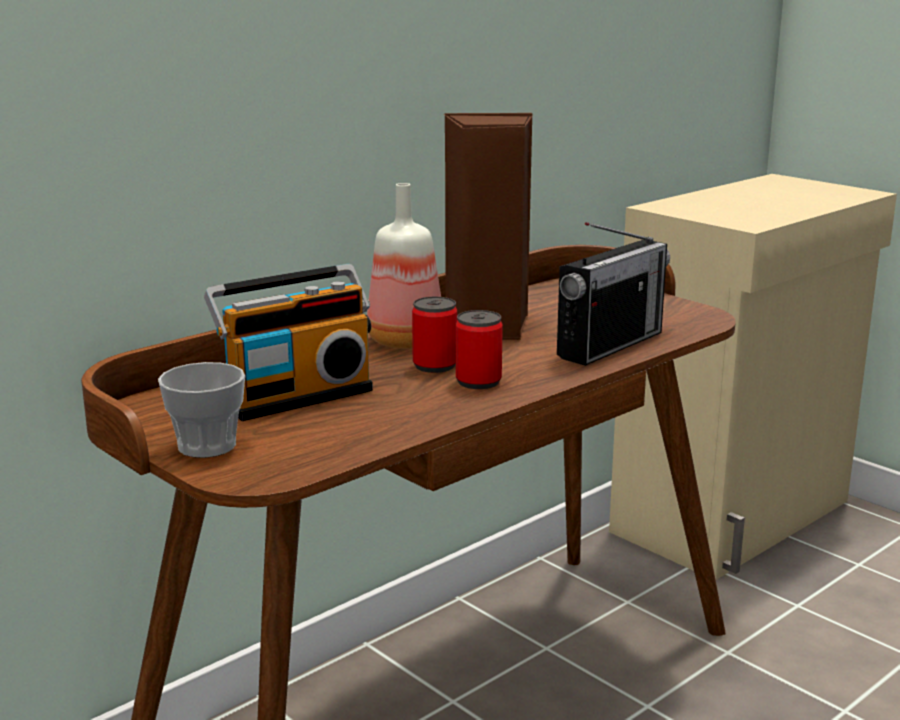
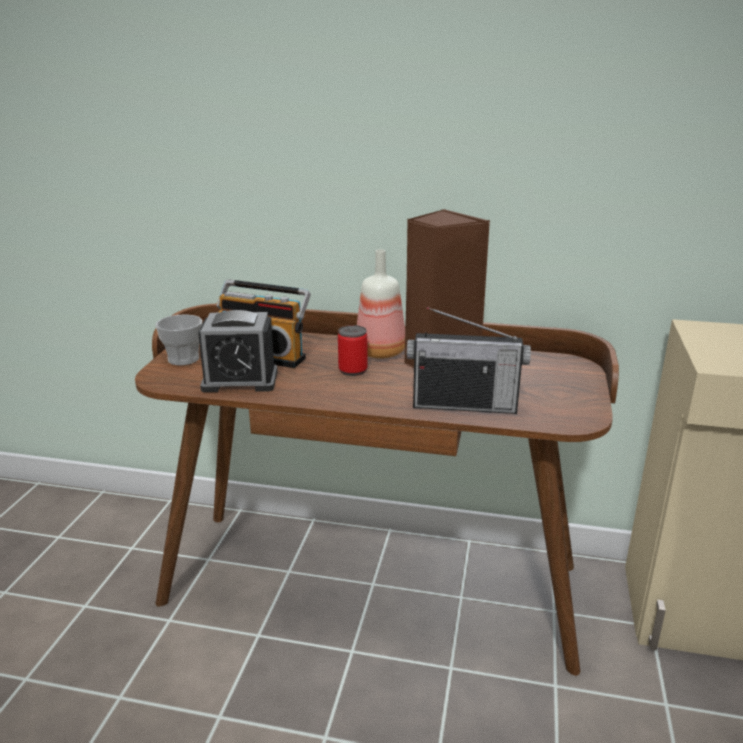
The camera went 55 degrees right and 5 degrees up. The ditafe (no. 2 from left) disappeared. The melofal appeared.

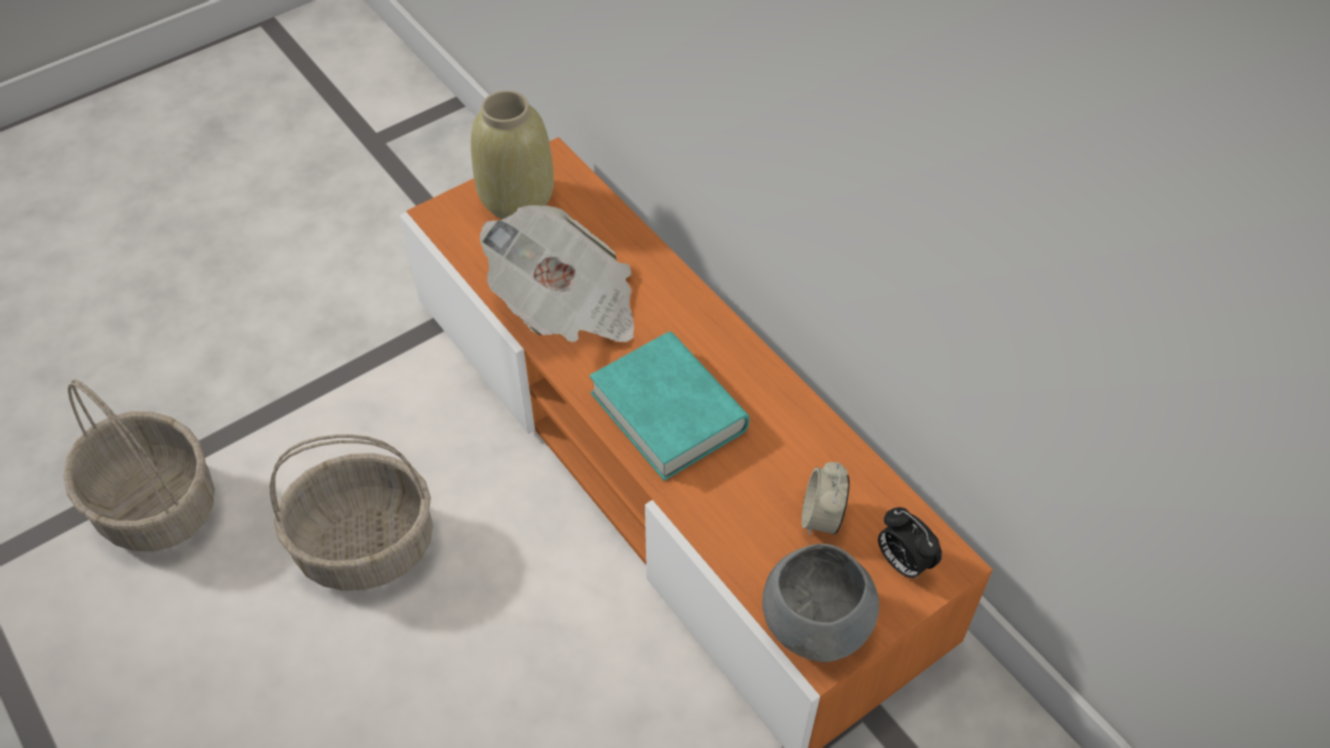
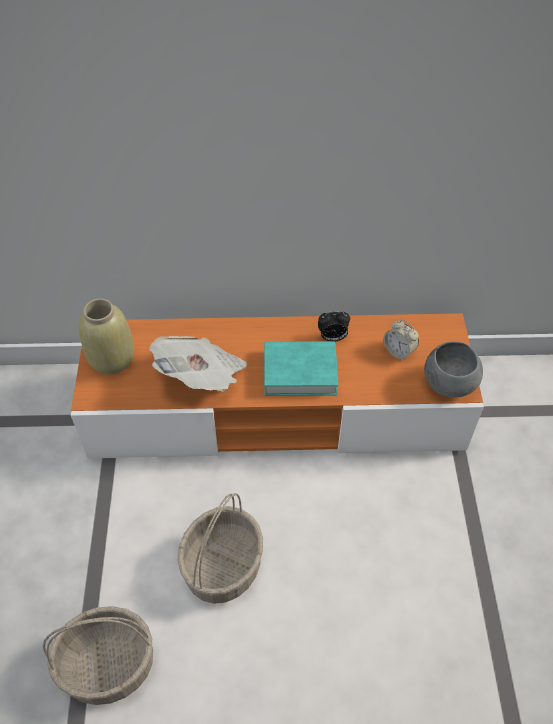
The camera went 55 degrees left and 0 degrees up. The melofal (no. 2 from left in the first image) moved.

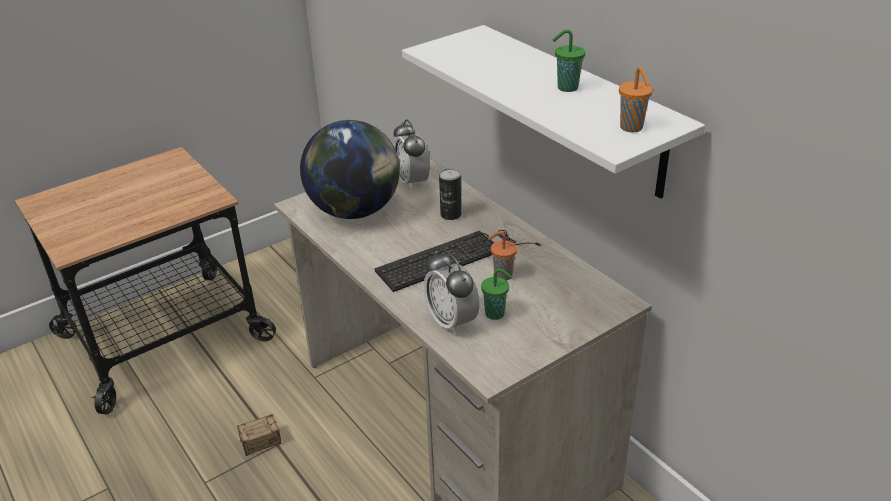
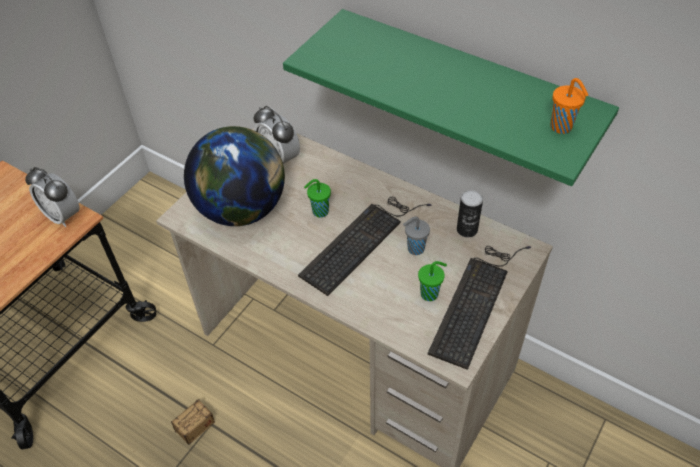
The camera went 20 degrees left and 15 degrees up. The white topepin became the green topepin. The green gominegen (no. 2 from left in the first image) moved. The ditafe moved. The orange gominegen (no. 1 from left) became the grey gominegen. The melofal (no. 2 from left in the first image) moved. The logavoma (no. 2 from left) appeared.

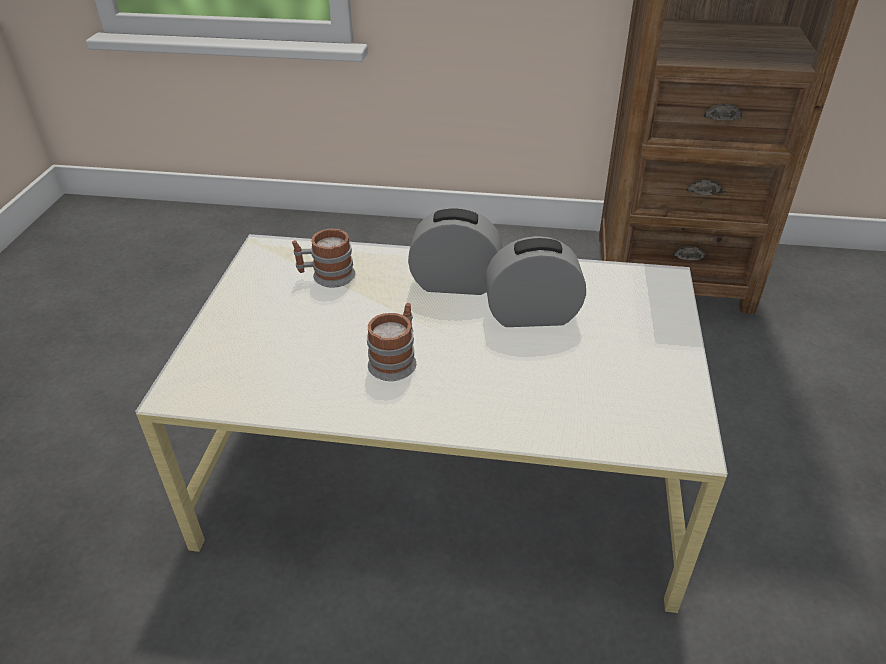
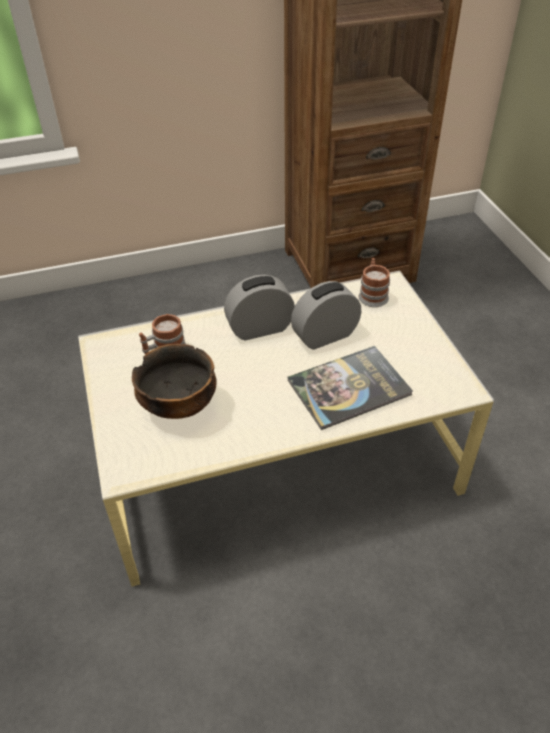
The camera went 25 degrees left and 5 degrees up. The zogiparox (no. 2 from left) moved. The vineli appeared. The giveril appeared.

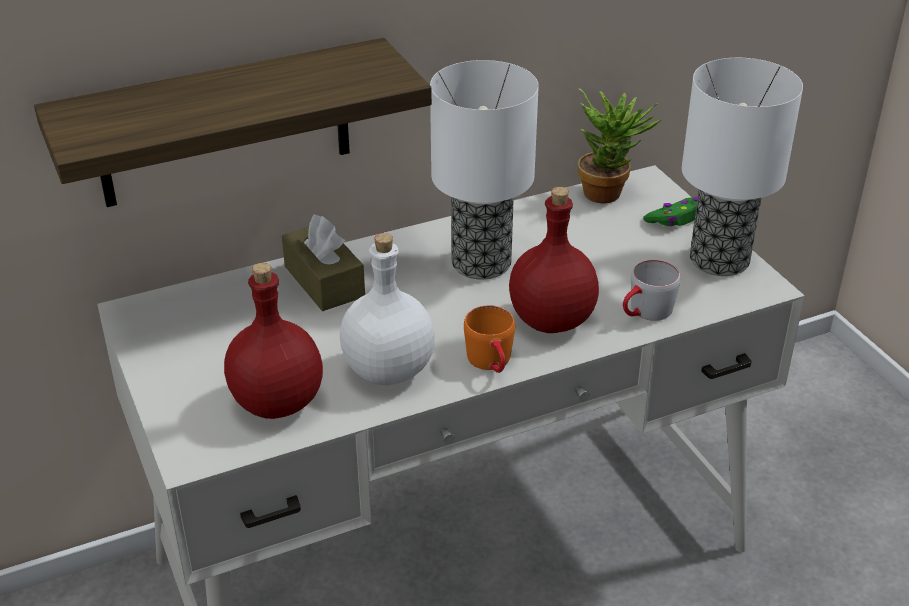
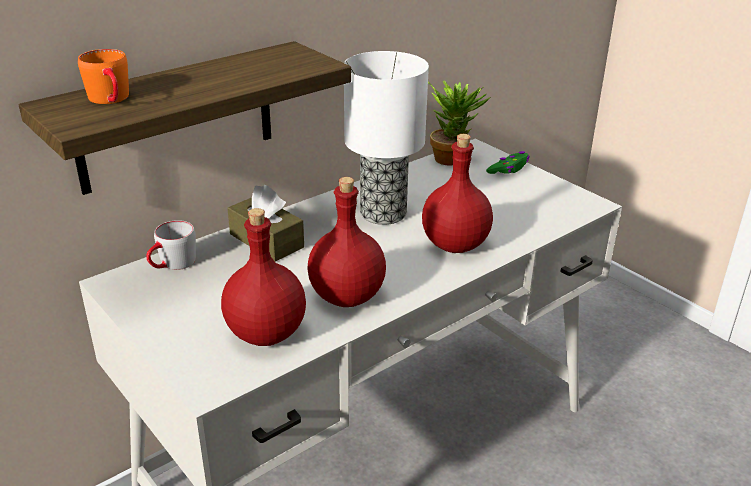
The camera went 15 degrees left and 5 degrees down. The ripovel (no. 2 from left) disappeared. The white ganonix became the red ganonix (no. 2 from left). The grey zogiparox moved. The orange zogiparox moved.

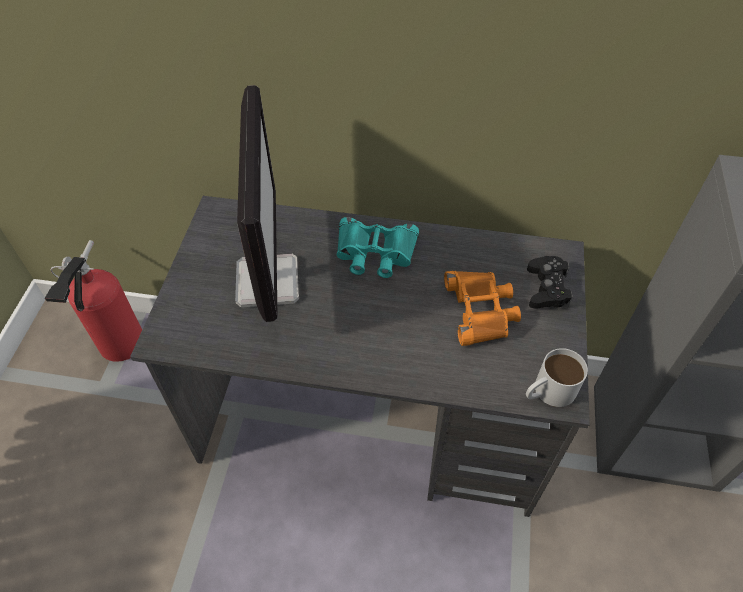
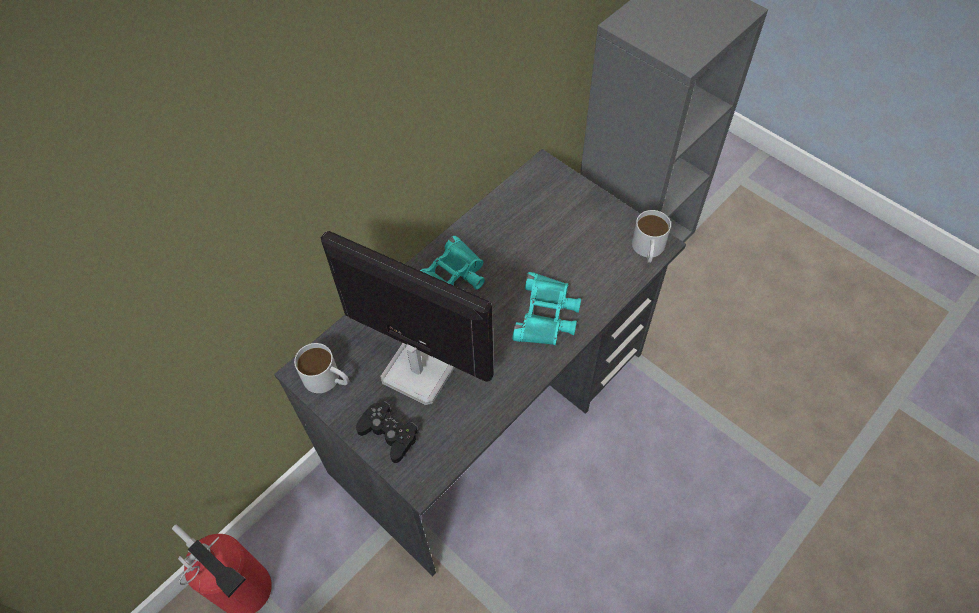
The camera went 55 degrees left and 5 degrees up. The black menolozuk moved. The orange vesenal disappeared. The turquoise vesenal (no. 2 from left) appeared. The white zogiparox (no. 1 from left) appeared.

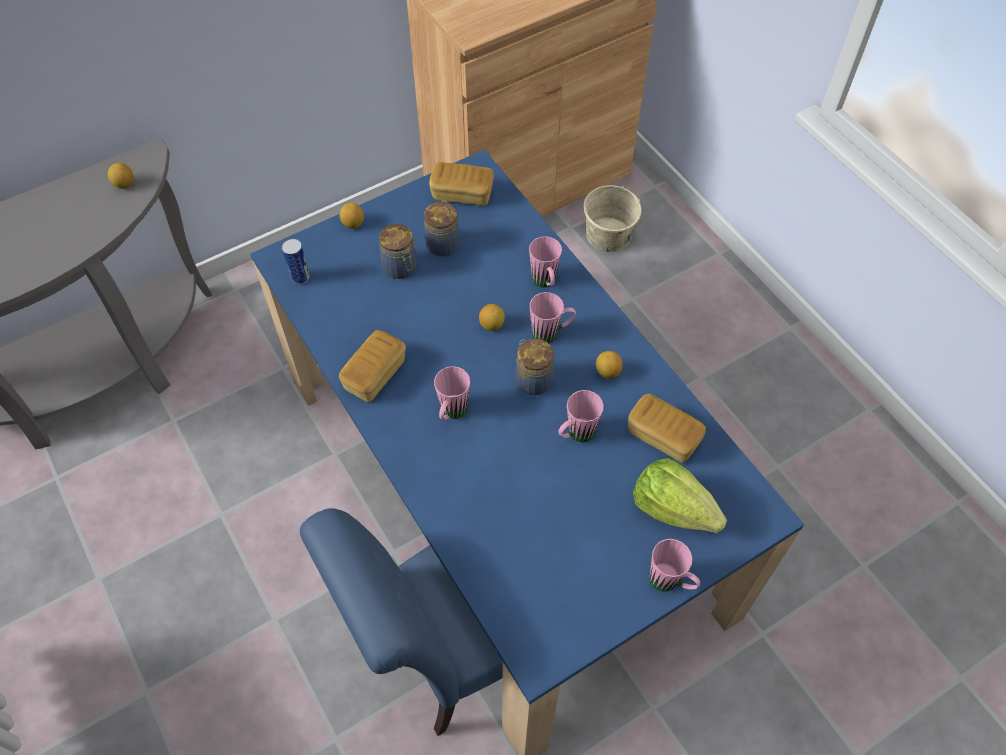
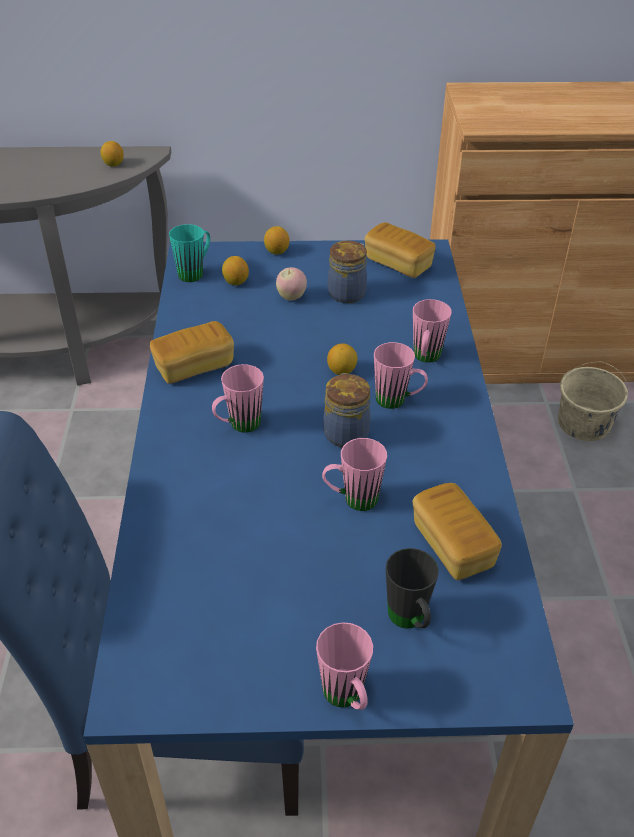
The camera went 30 degrees right and 15 degrees down. The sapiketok (no. 1 from left) was replaced by the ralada. The ditafe was replaced by the turquoise zogiparox. The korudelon (no. 4 from left in the first image) moved. The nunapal was replaced by the black zogiparox.

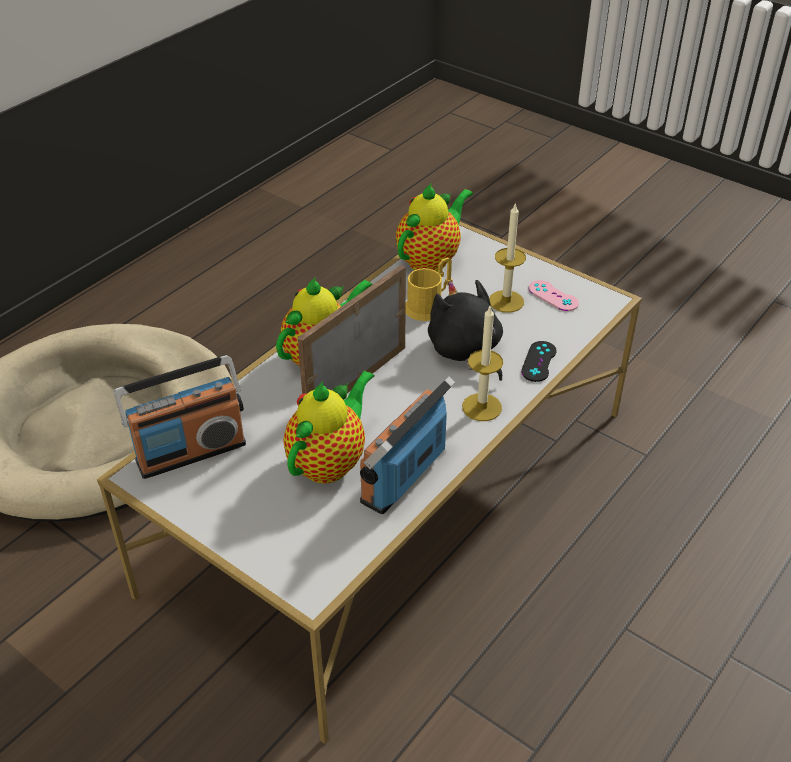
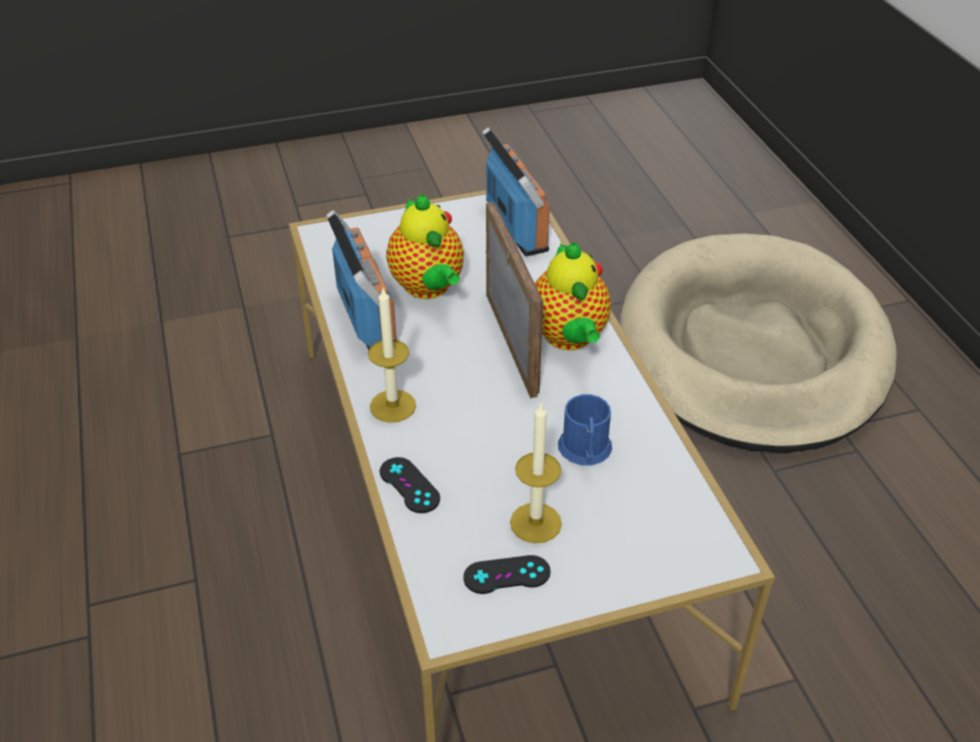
The camera went 125 degrees right and 0 degrees up. The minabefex (no. 3 from left) disappeared. The yellow zogiparox became the blue zogiparox. The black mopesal disappeared. The pink menolozuk became the black menolozuk (no. 2 from left). The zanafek (no. 1 from left in the first image) turned 150 degrees clockwise.

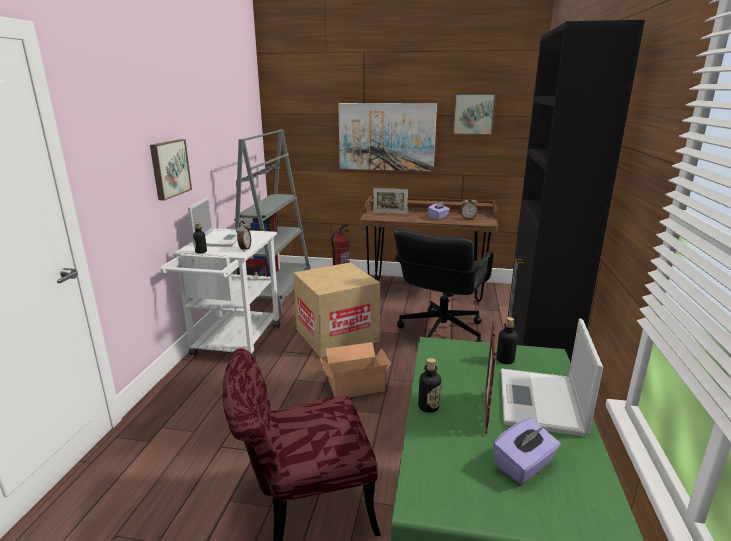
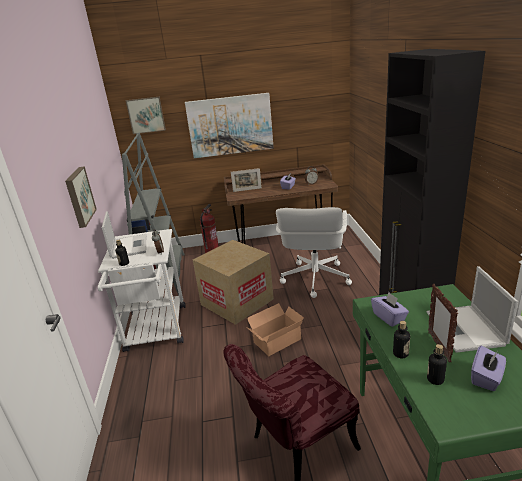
The camera went 15 degrees left and 5 degrees up. The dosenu (no. 3 from left in the first image) moved. The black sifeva became the white sifeva. The ganonix (no. 3 from left) moved. The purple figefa (no. 2 from left) appeared.

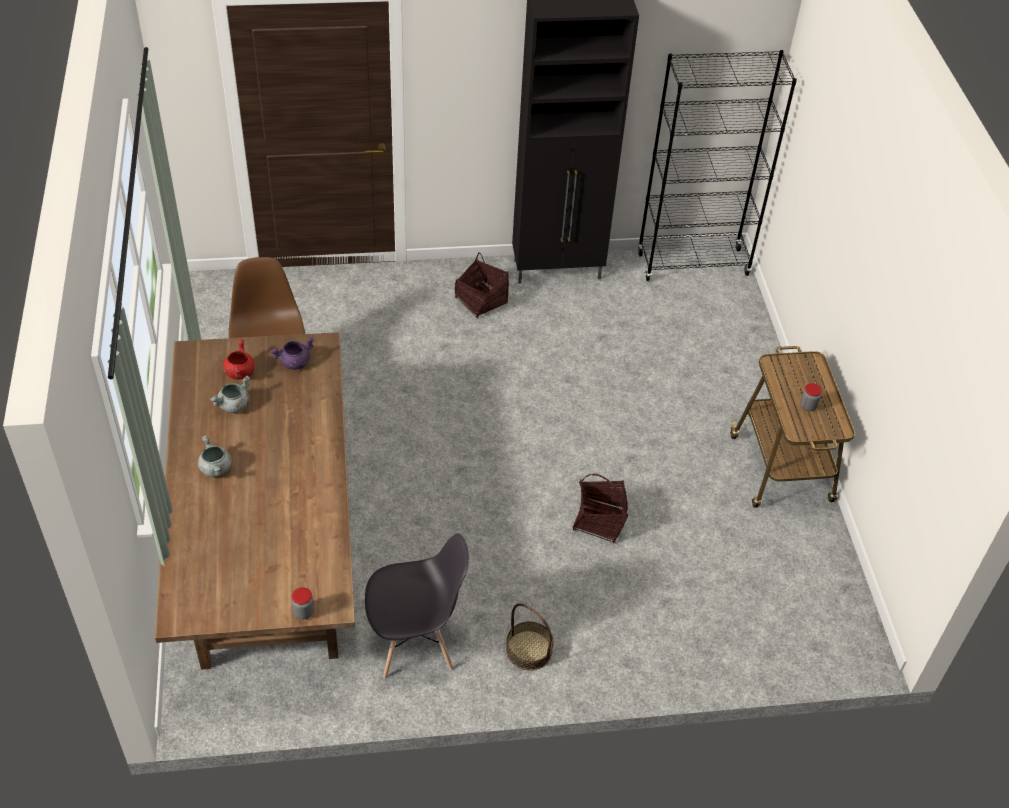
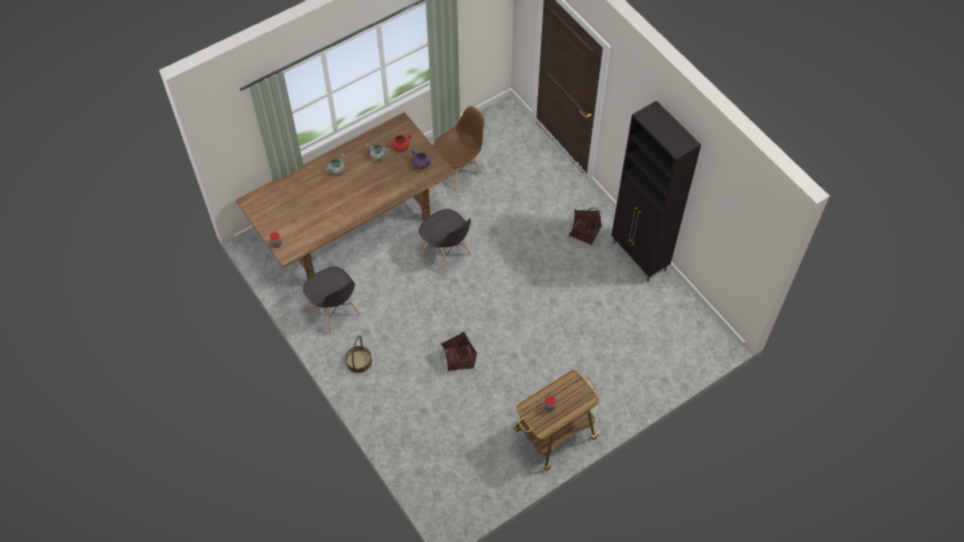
The camera went 65 degrees right and 10 degrees up. The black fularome disappeared. The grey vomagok (no. 2 from left) appeared.

